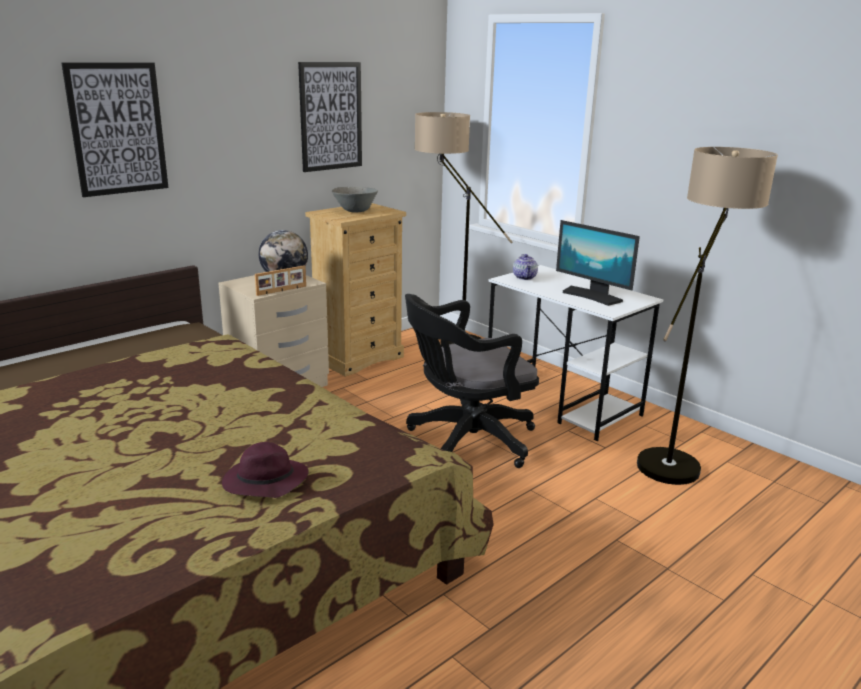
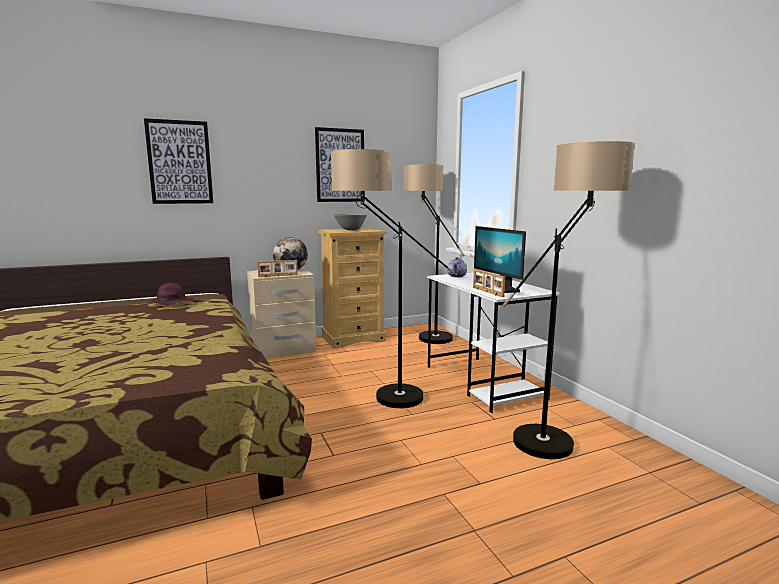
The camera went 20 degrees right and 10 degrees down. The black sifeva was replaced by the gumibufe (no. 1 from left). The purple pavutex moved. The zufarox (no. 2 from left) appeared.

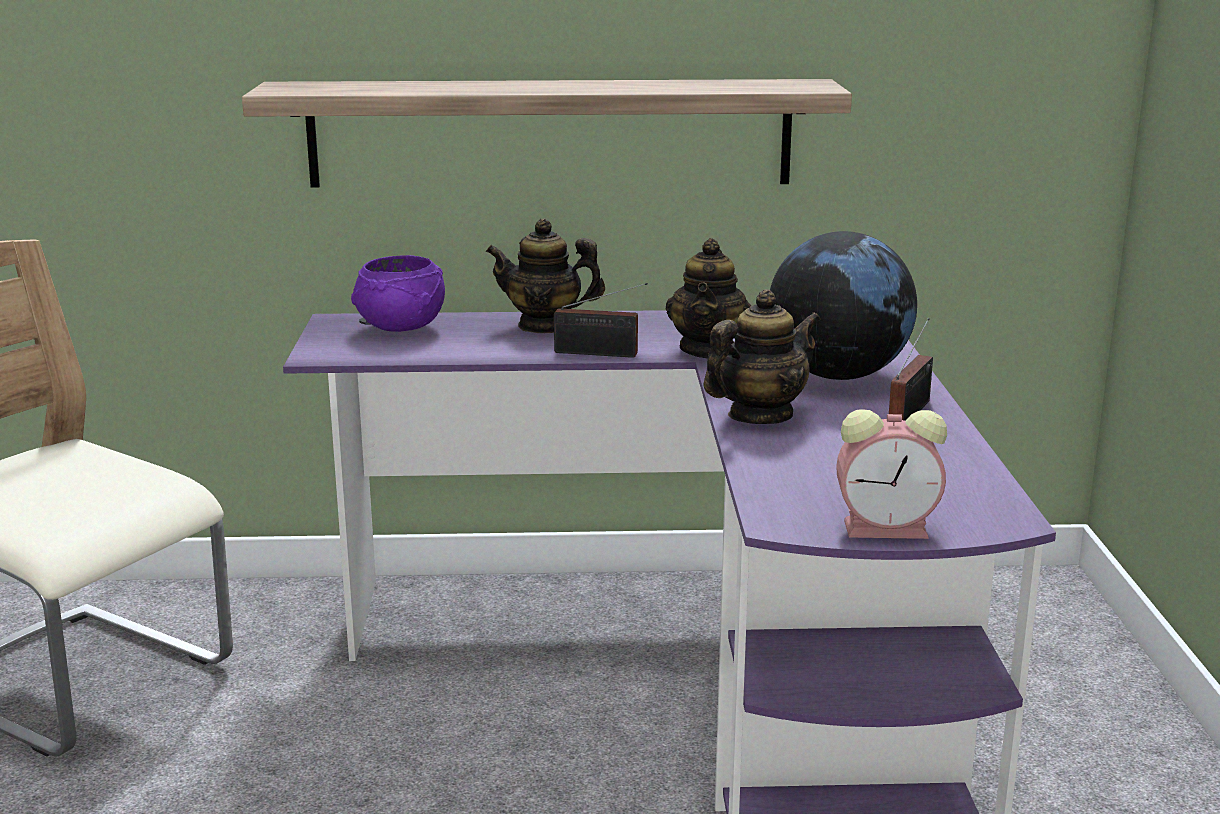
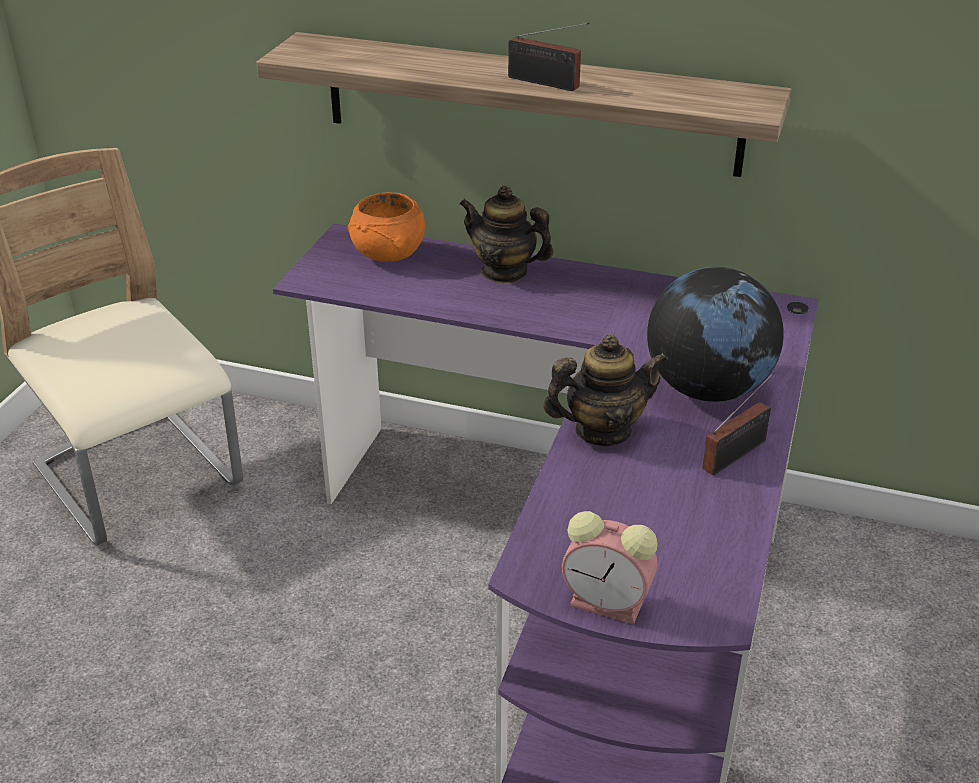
The camera went 20 degrees right and 15 degrees up. The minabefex (no. 2 from left) disappeared. The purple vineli became the orange vineli. The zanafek (no. 1 from left) moved.

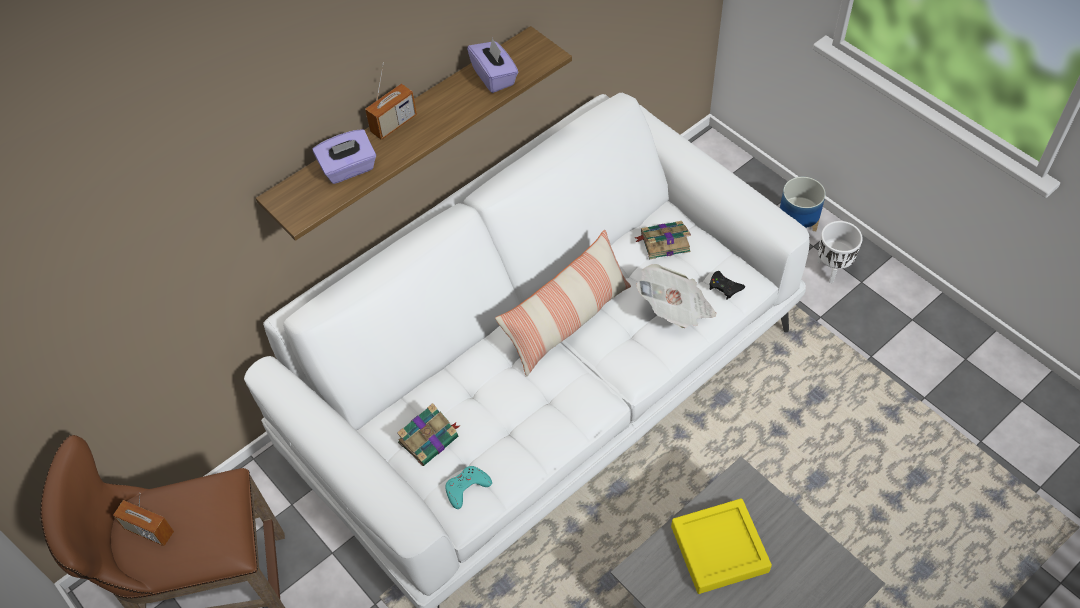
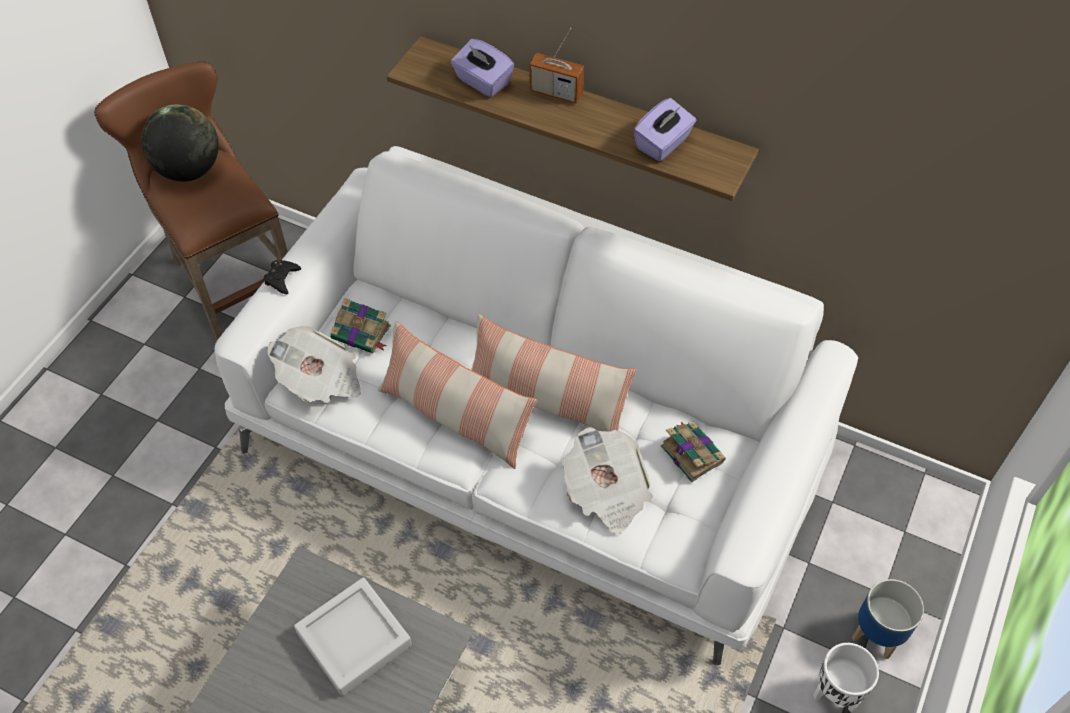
The camera went 65 degrees right and 0 degrees up. The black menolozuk moved. The turquoise menolozuk was replaced by the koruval (no. 1 from left). The zanafek (no. 1 from left) was replaced by the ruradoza. The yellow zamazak became the grey zamazak. The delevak (no. 1 from left) appeared.

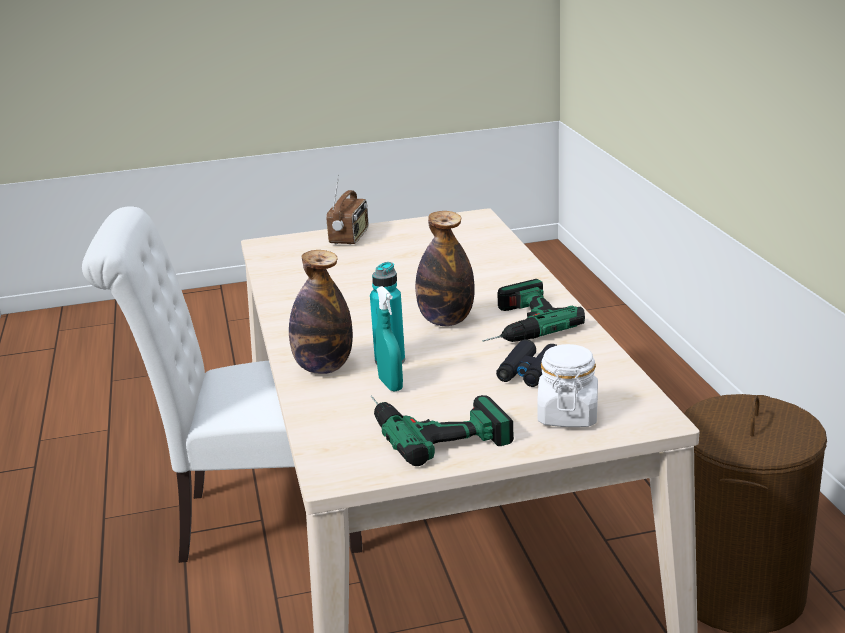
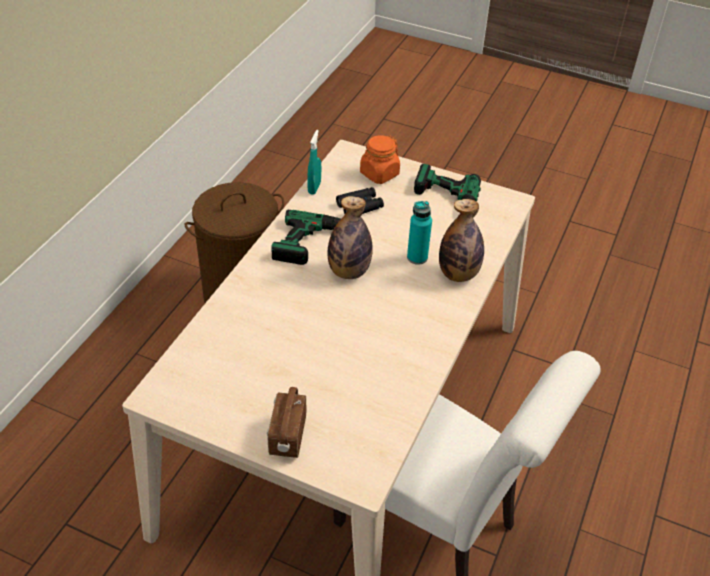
The camera went 145 degrees left and 20 degrees up. The zanafek turned 45 degrees counterclockwise. The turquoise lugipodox moved. The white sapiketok became the orange sapiketok.

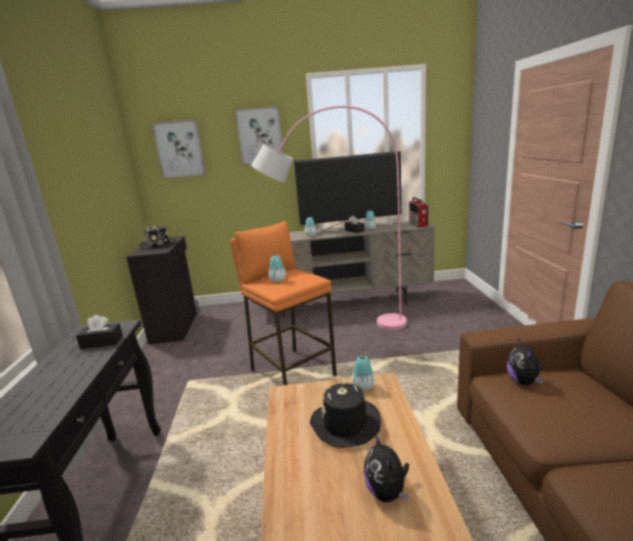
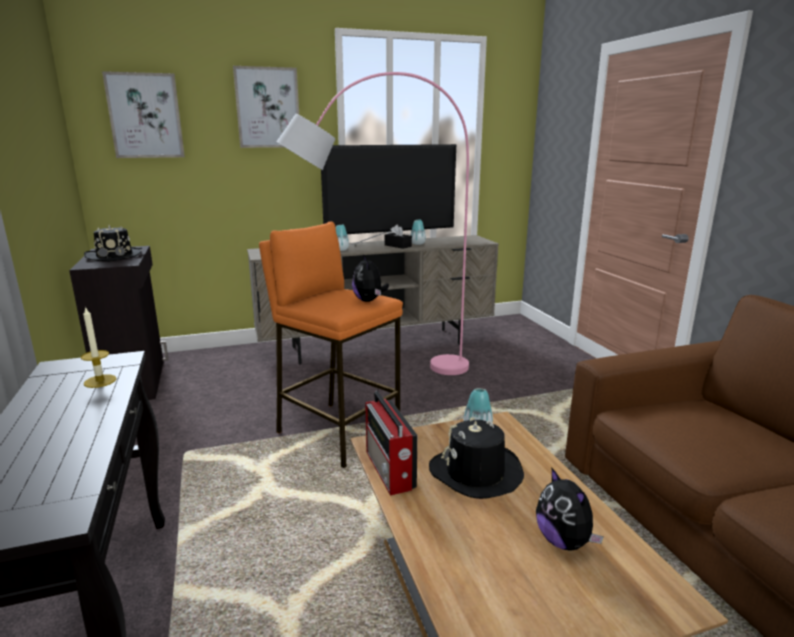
The camera went 15 degrees left and 0 degrees up. The zanafek moved. The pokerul (no. 1 from left) disappeared. The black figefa (no. 1 from left) was replaced by the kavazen. The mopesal (no. 2 from left in the first image) moved.

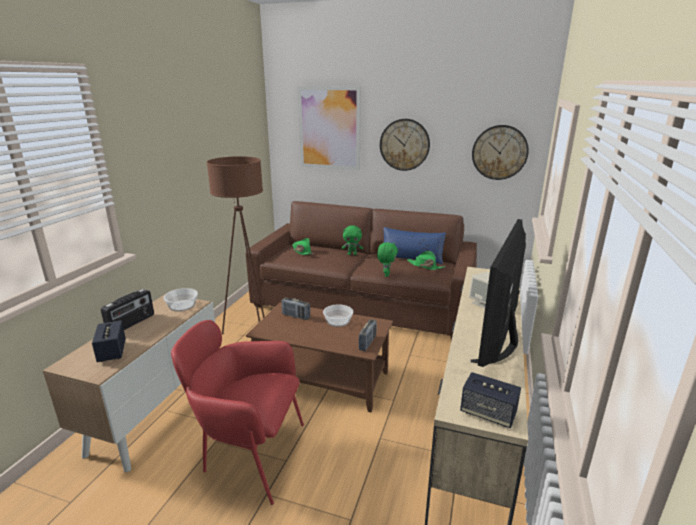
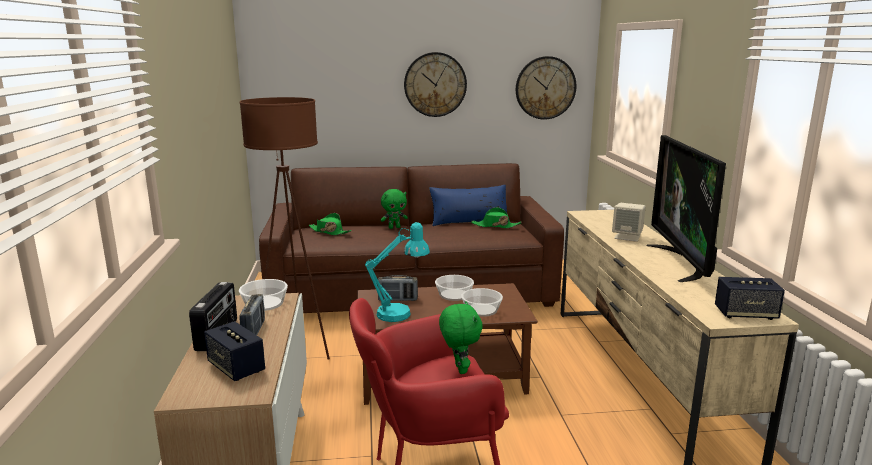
The camera went 25 degrees left and 5 degrees down. The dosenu disappeared. The green mopesal (no. 2 from left) moved. The zanafek (no. 3 from left in the first image) moved. The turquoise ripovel appeared. The vineli (no. 3 from left) appeared.

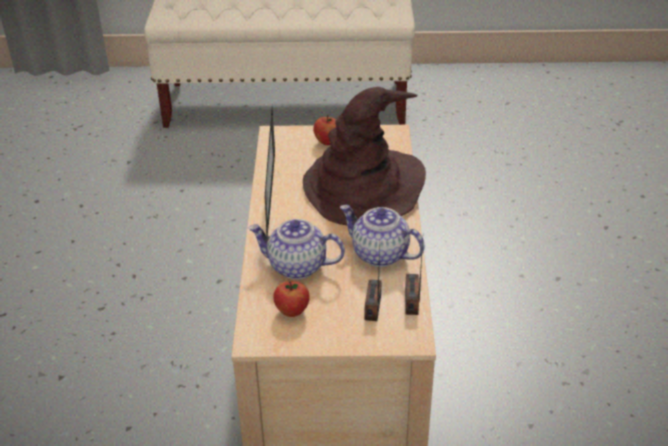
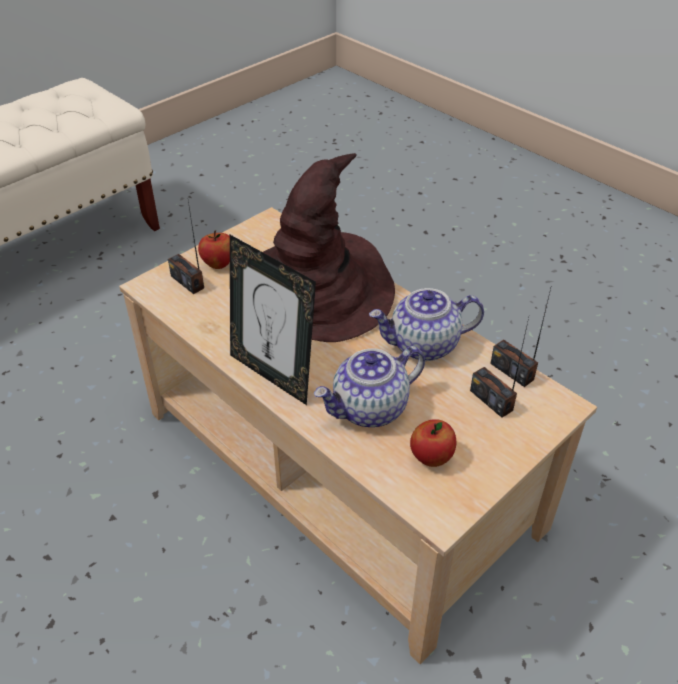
The camera went 45 degrees left and 5 degrees up. The zanafek (no. 1 from left) appeared.

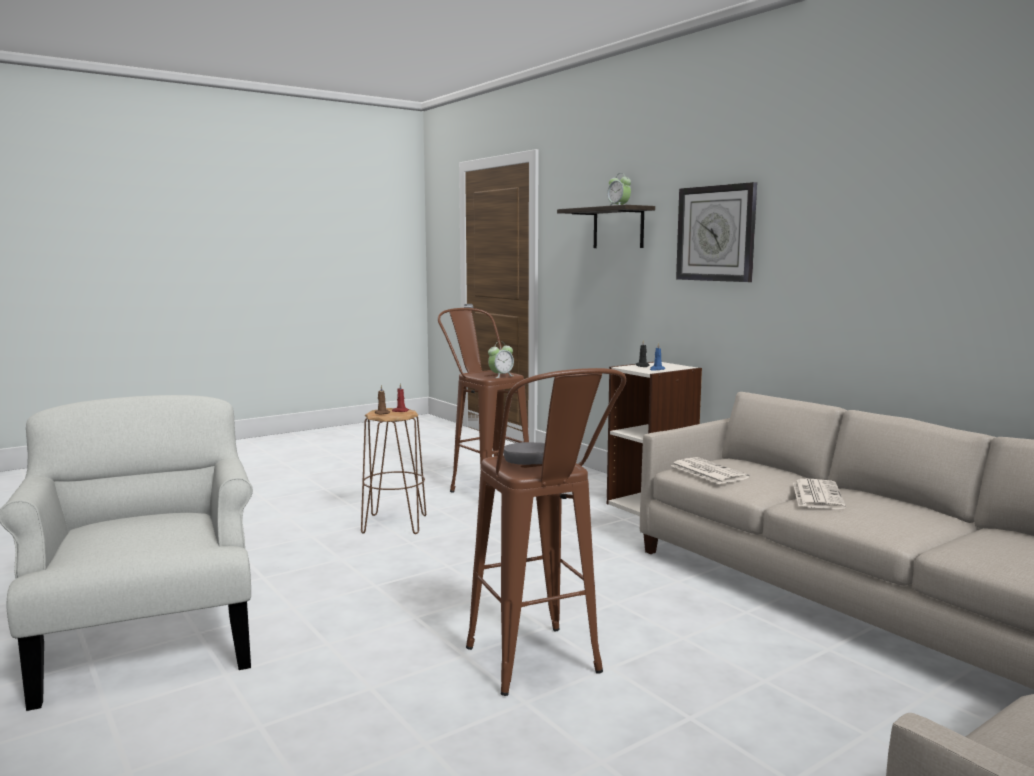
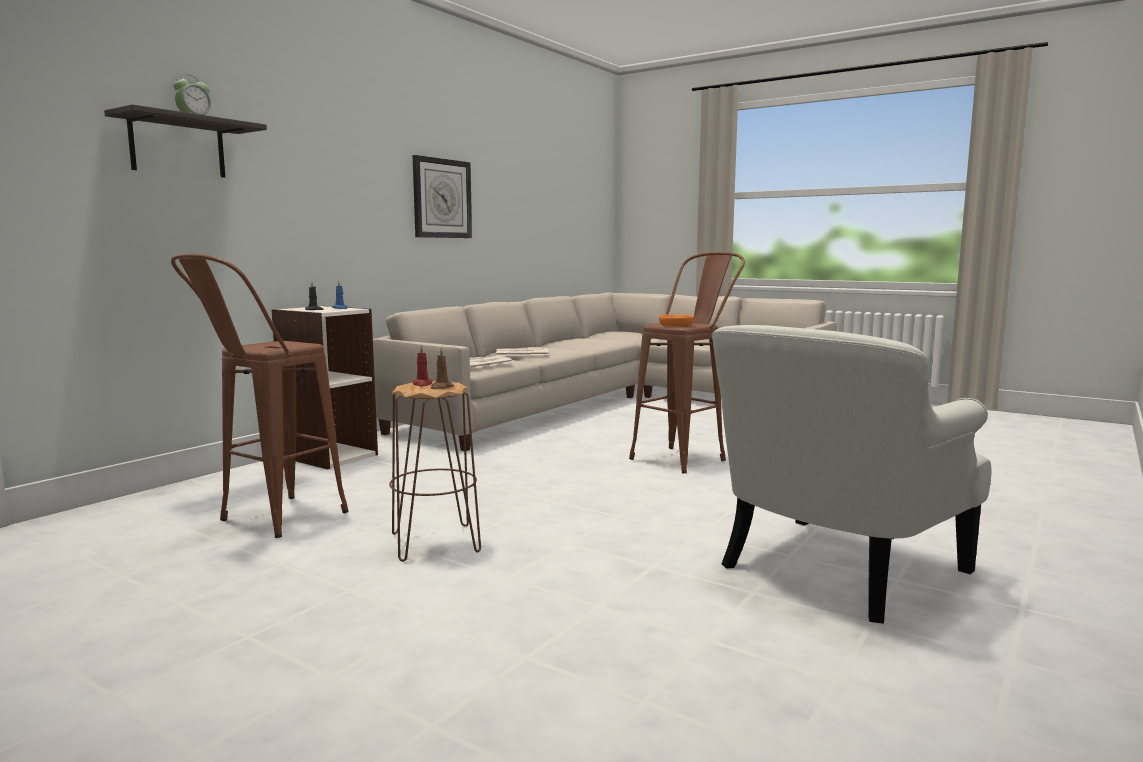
The camera went 110 degrees left and 0 degrees up. The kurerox moved. The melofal (no. 1 from left) disappeared. The grey vineli became the orange vineli.

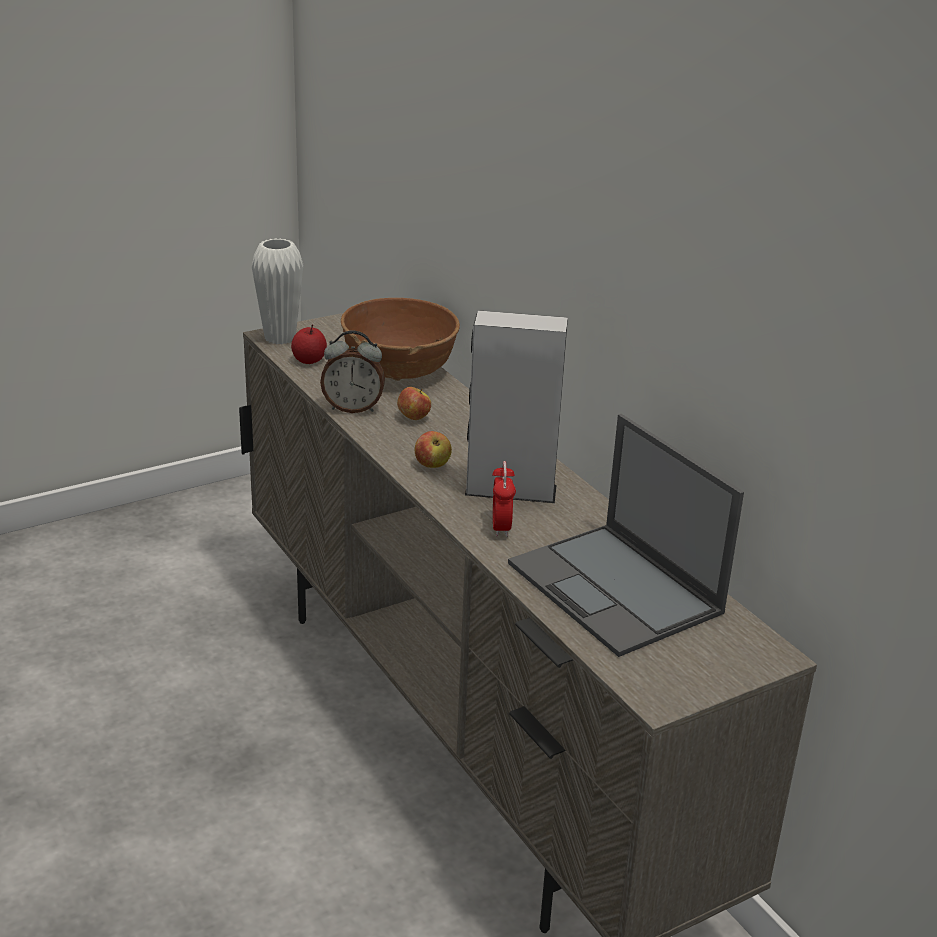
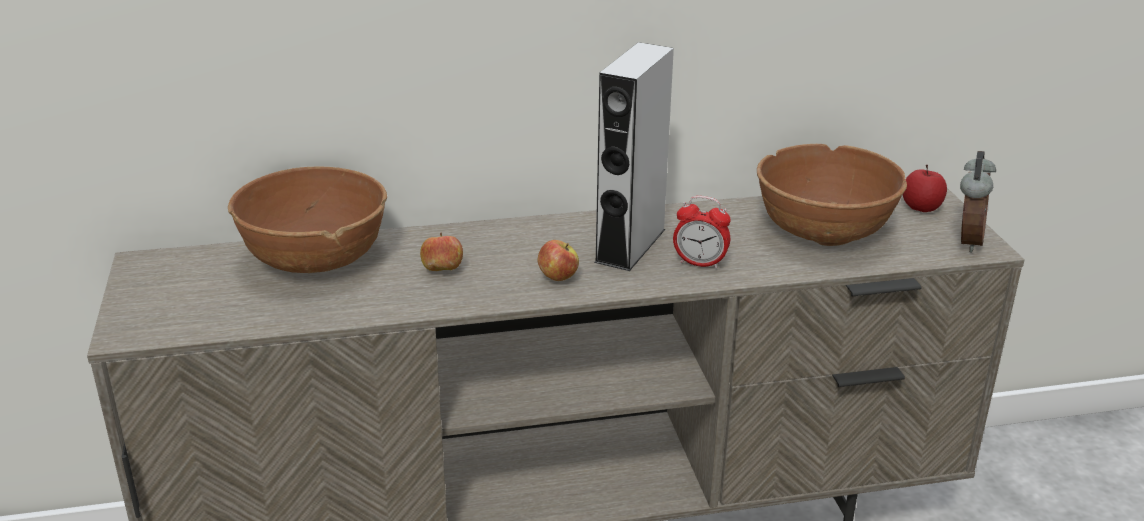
The camera went 70 degrees left and 0 degrees up. The white pokerul disappeared. The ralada (no. 1 from left in the first image) moved. The melofal (no. 1 from left in the first image) moved. The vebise was replaced by the brown vineli (no. 2 from left).

